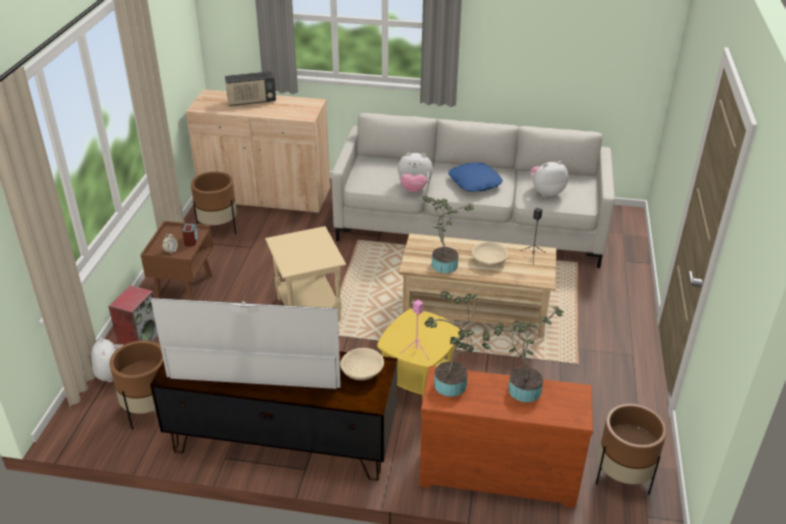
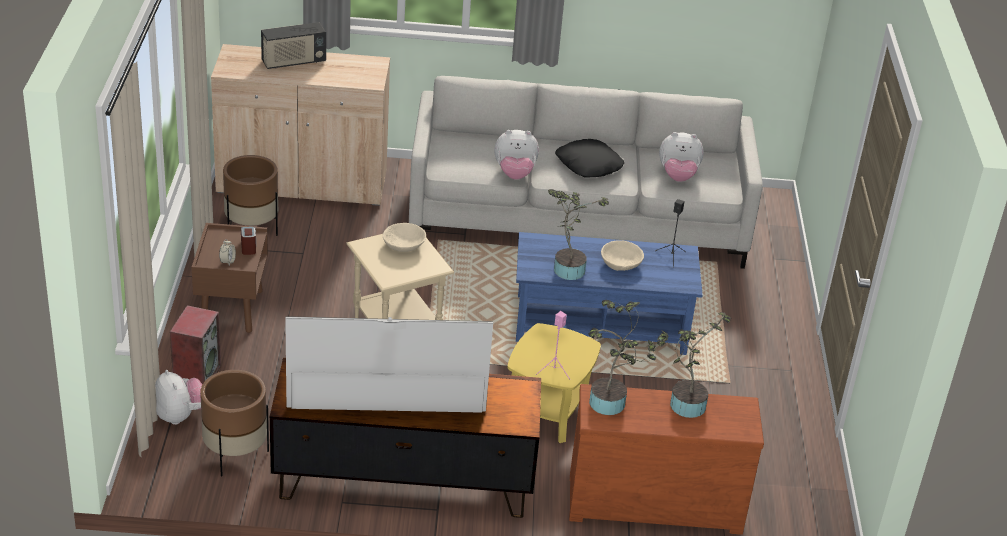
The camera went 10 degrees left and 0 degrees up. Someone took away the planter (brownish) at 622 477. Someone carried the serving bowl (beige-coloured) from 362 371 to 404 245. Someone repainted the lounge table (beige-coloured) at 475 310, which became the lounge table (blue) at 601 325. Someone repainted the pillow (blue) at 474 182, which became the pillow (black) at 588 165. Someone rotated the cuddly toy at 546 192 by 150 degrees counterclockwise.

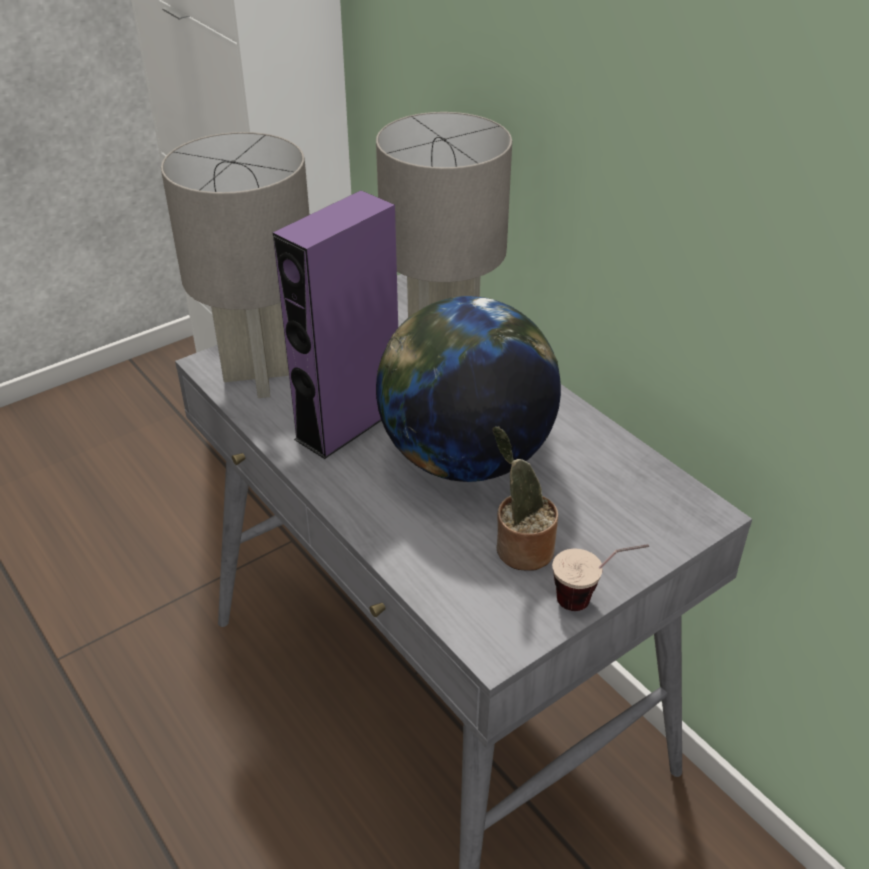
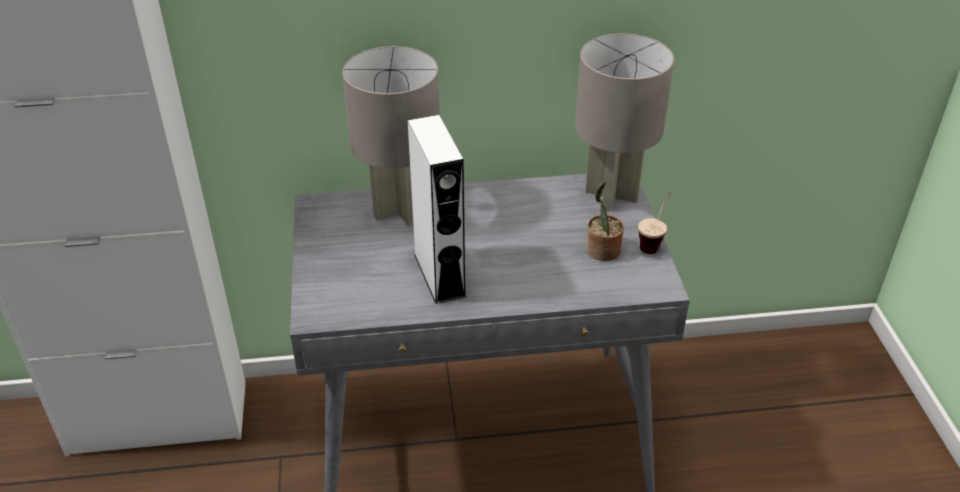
The camera went 60 degrees left and 0 degrees up. Someone took away the globe at 465 459. Someone carried the table lamp (grey) from 263 374 to 611 194. Someone repainted the speaker (purple) at 349 422, which became the speaker (whitish) at 439 275.

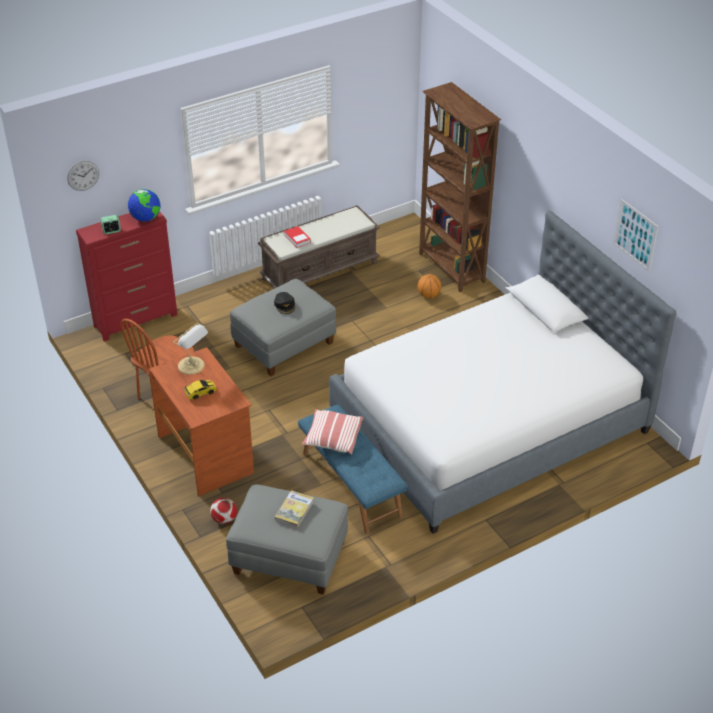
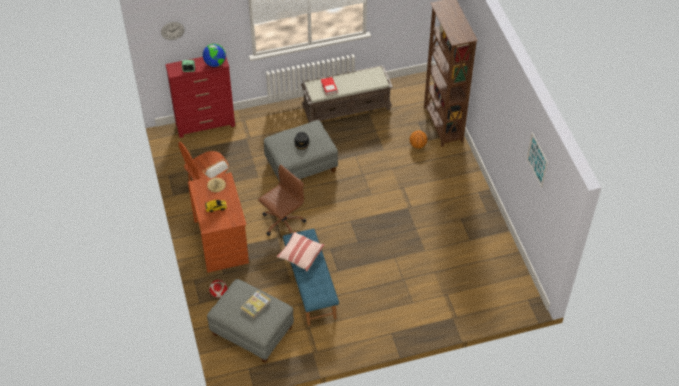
The camera went 15 degrees right and 10 degrees up. Someone took away the bedroom bed at 489 423. Someone put down the office chair (brownish) at 282 223.

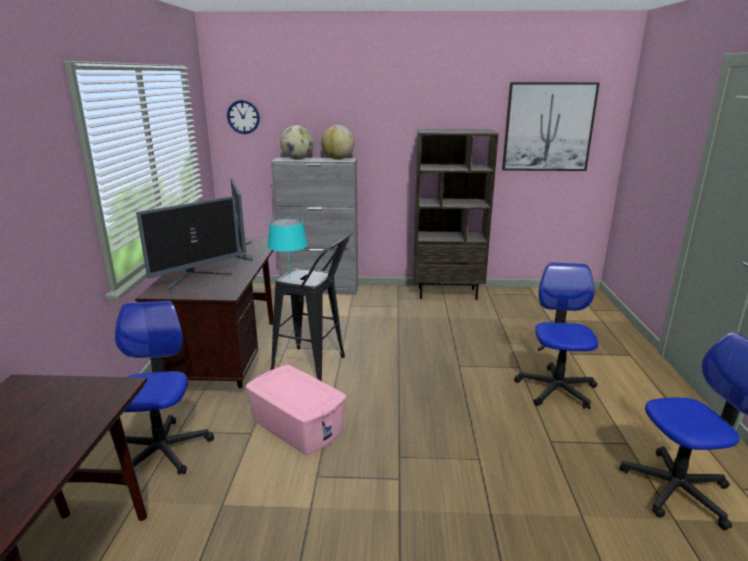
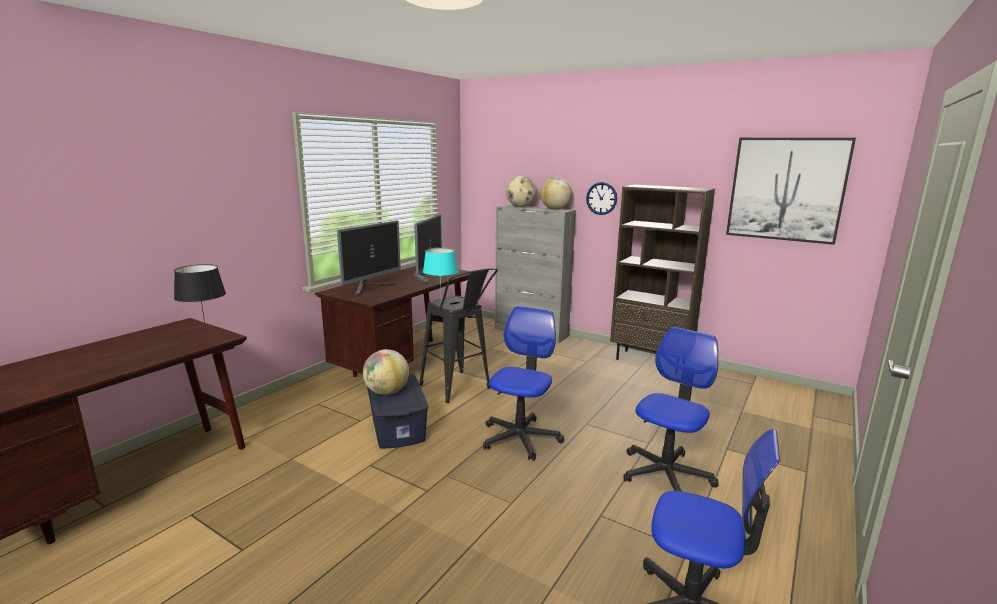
The camera went 30 degrees right and 5 degrees down. Someone put down the table lamp (black) at 205 334. Someone put down the globe at 387 392. Someone carried the office chair from 162 451 to 520 438. Someone carried the wall clock from 243 117 to 601 198. Someone repainted the storage box (pinkish) at 297 425, which became the storage box (blue) at 397 425. Someone rotated the computer display at 196 277 by 45 degrees counterclockwise.

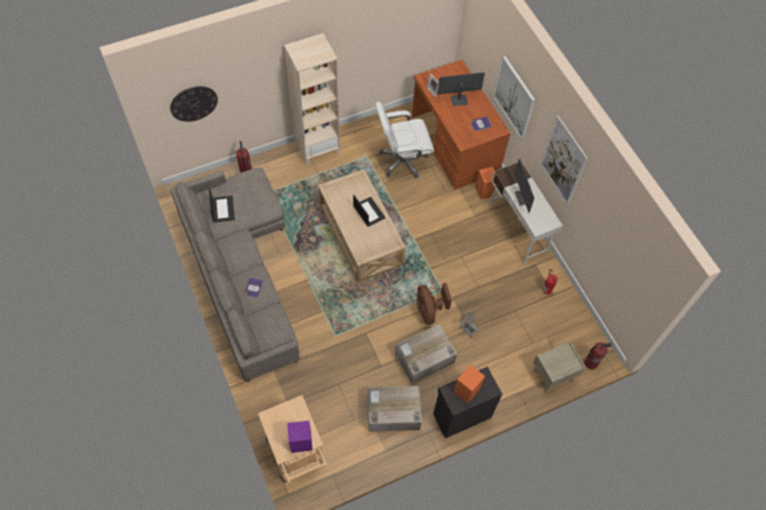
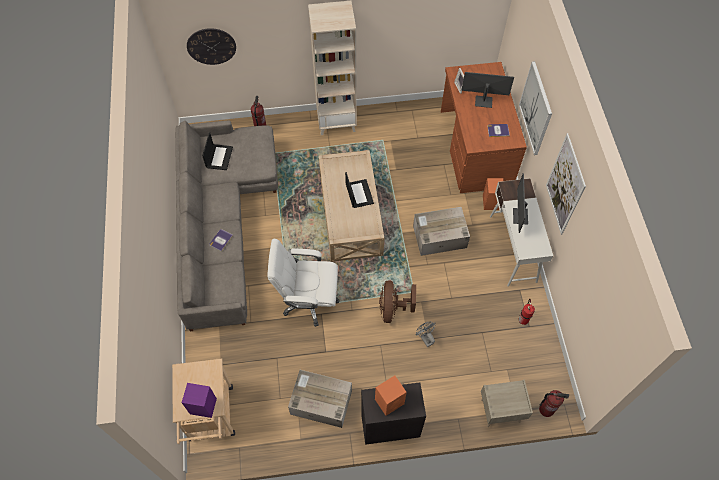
The camera went 20 degrees right and 0 degrees up. Someone carried the office chair (whitish) from 402 160 to 308 300. Someone carried the packing box from 424 358 to 439 237.

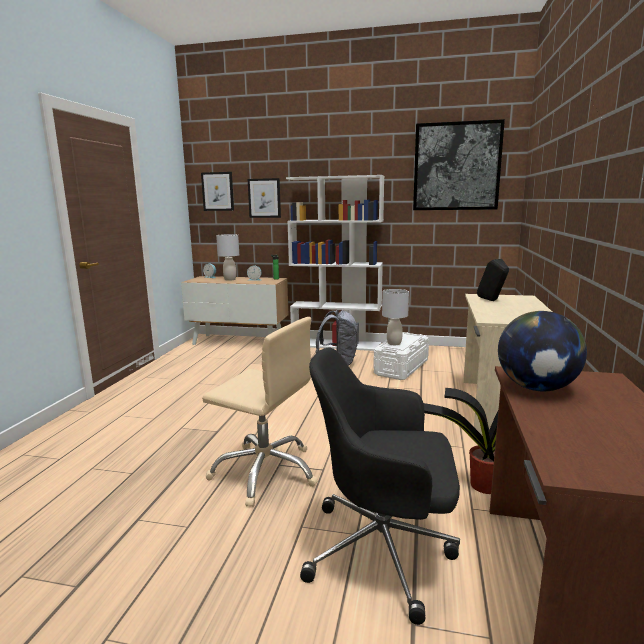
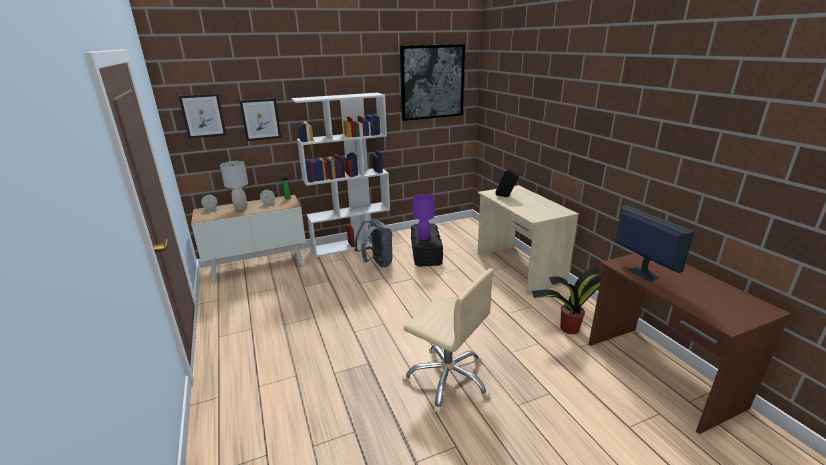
The camera went 35 degrees left and 10 degrees up. Someone took away the office chair (black) at 383 550. Someone swapped the globe at 536 388 for the computer display at 642 273. Someone repainted the storage box (whitish) at 401 367, which became the storage box (black) at 426 253. Someone repainted the table lamp (grey) at 394 343, which became the table lamp (purple) at 424 238. Someone rotated the office chair (beige-coloured) at 265 471 by 45 degrees clockwise.

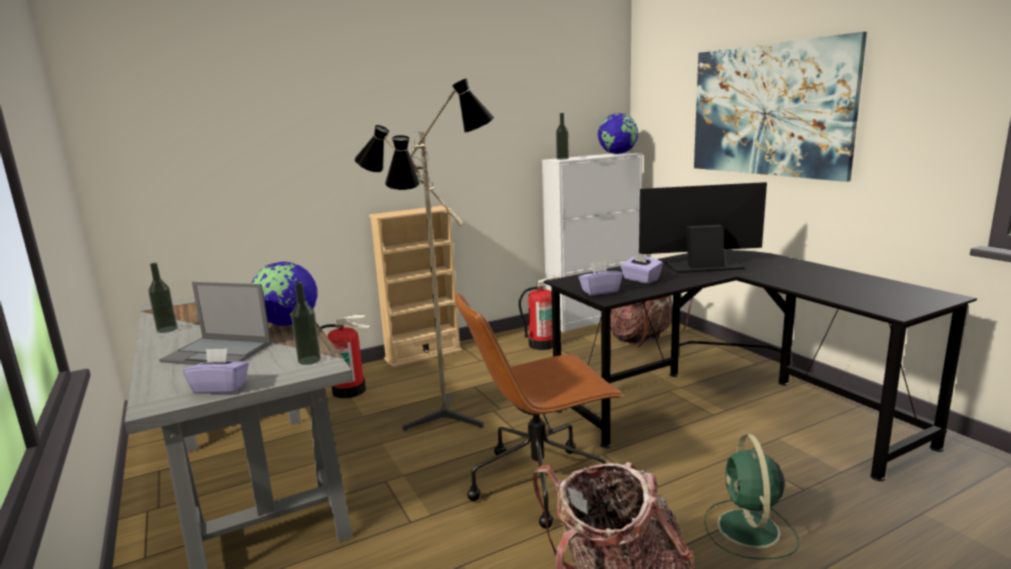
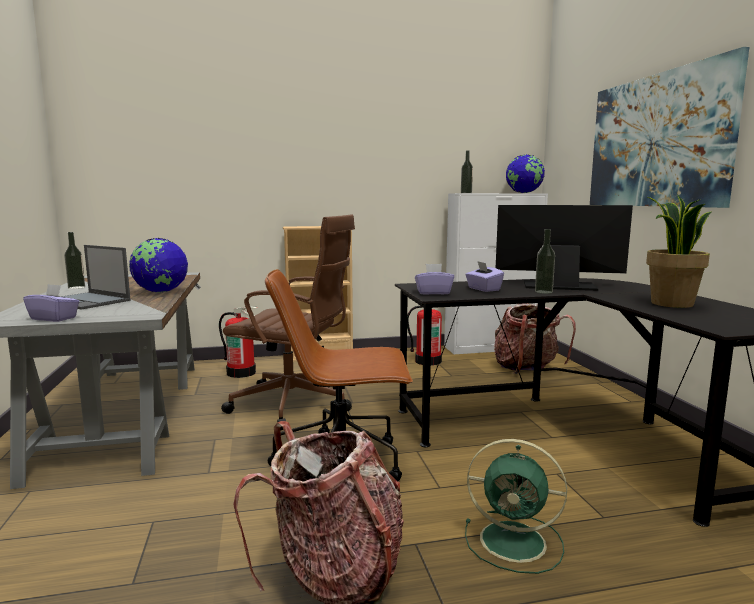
The camera went 15 degrees right and 5 degrees down. Someone put down the potted plant at 671 304. Someone carried the bottle from 309 360 to 543 292. Someone swapped the floor lamp at 440 422 for the office chair (brownish) at 294 405. Someone rotated the cooling fan (green-coloured) at 749 530 by 90 degrees counterclockwise.

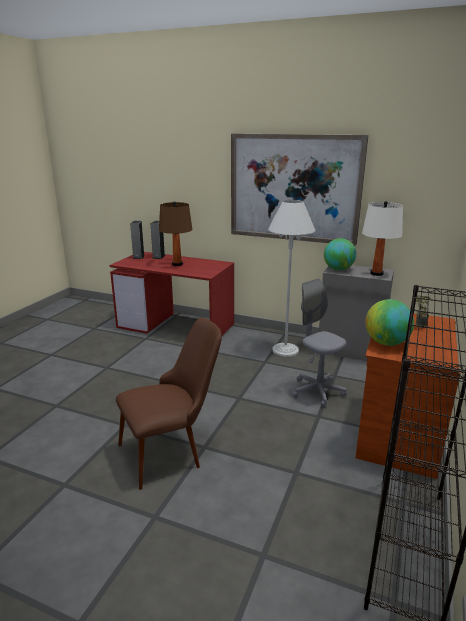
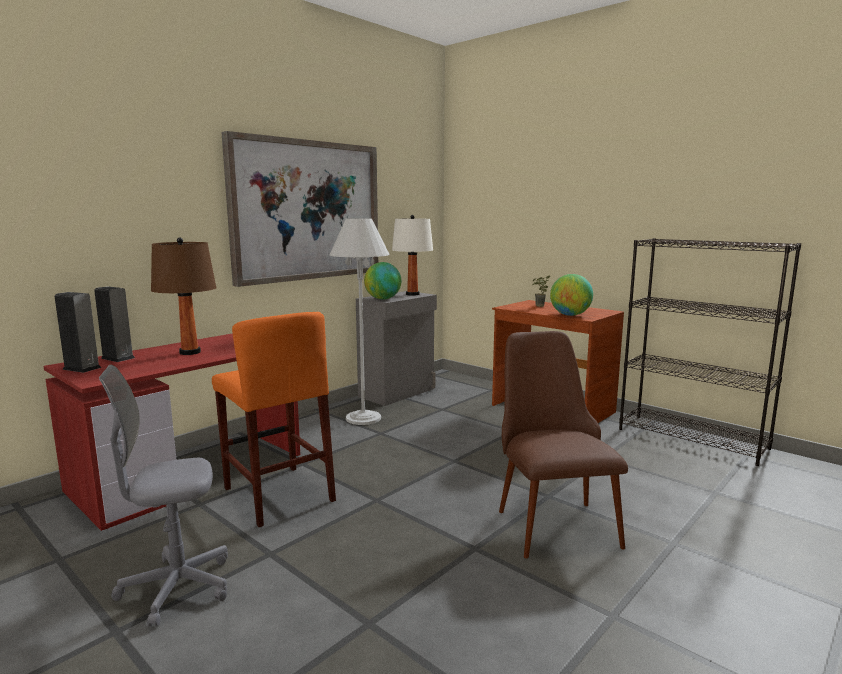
The camera went 70 degrees left and 10 degrees down. Someone put down the stool seat (orangey) at 278 494. Someone carried the office chair (grey) from 317 392 to 177 588.

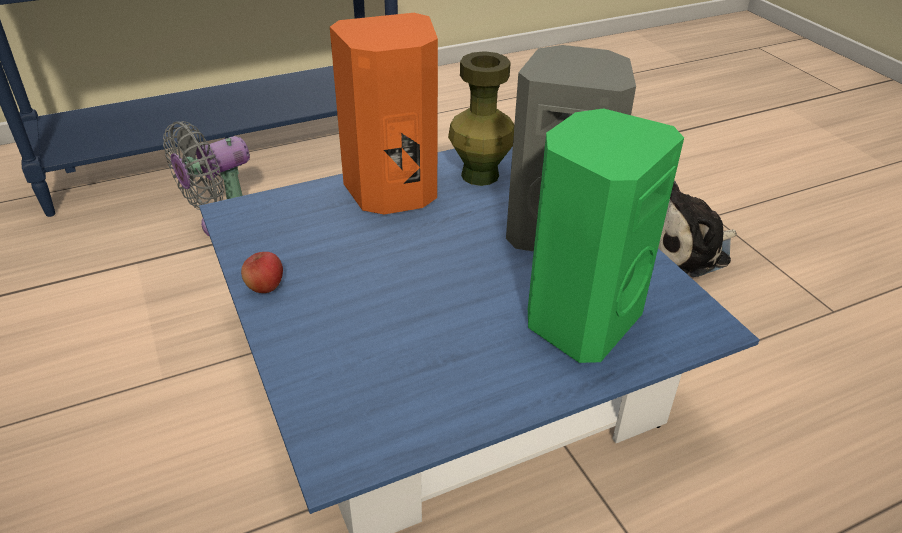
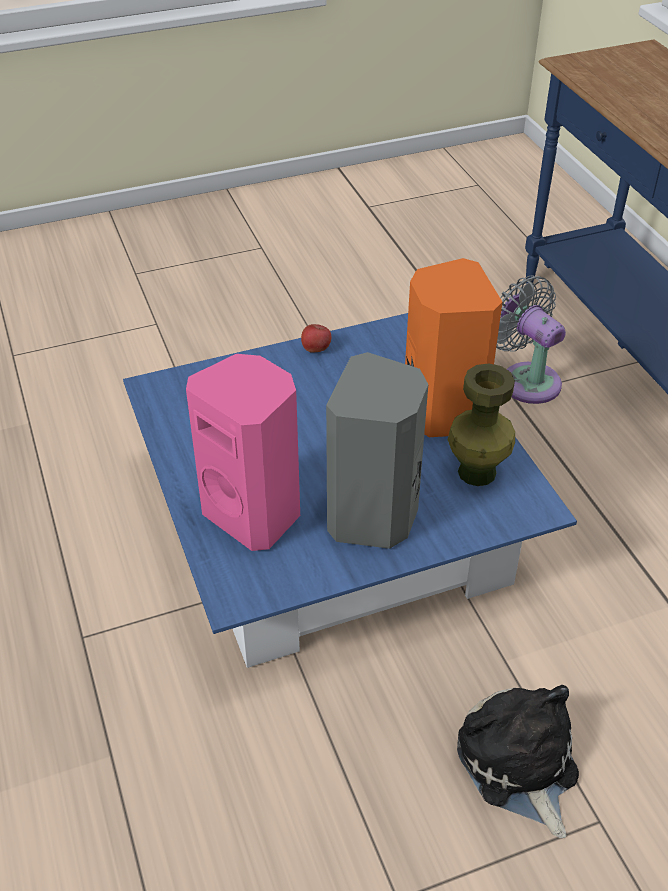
The camera went 95 degrees right and 5 degrees up. Someone repainted the speaker (green-coloured) at 579 320, which became the speaker (pinkish) at 255 514.

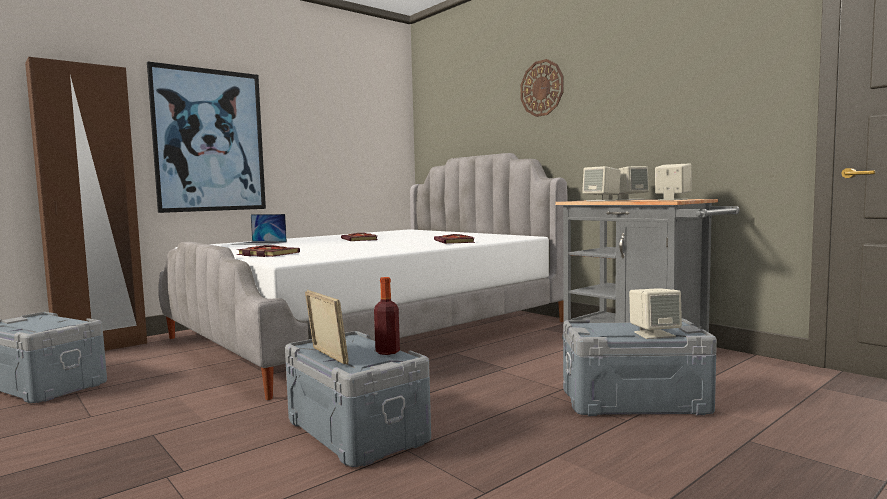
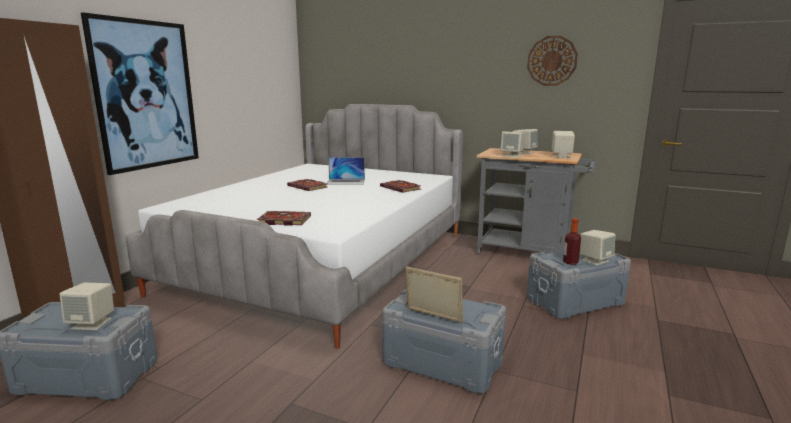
The camera went 25 degrees left and 10 degrees up. Someone put down the speaker (beige-coloured) at 92 323. Someone carried the notebook computer from 259 243 to 346 182. Someone carried the bottle from 387 352 to 570 262. Someone carried the wall clock from 542 88 to 552 61.

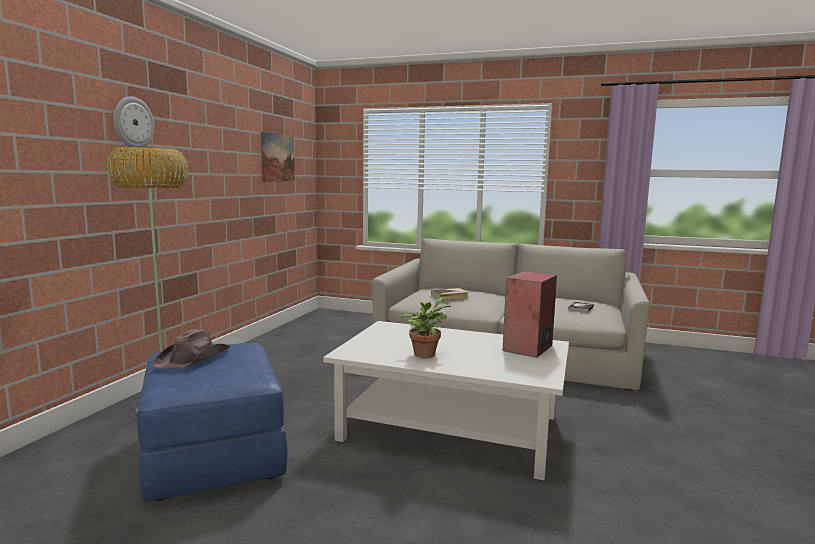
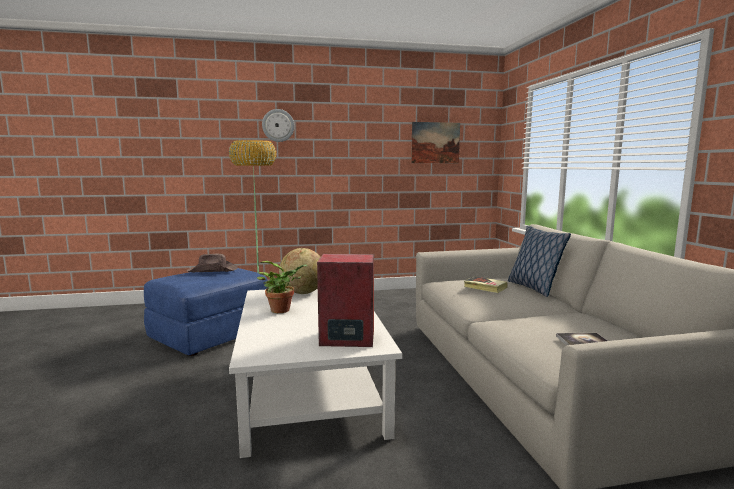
The camera went 60 degrees right and 0 degrees up. Someone put down the globe at 302 292. Someone put down the pillow at 533 288.

